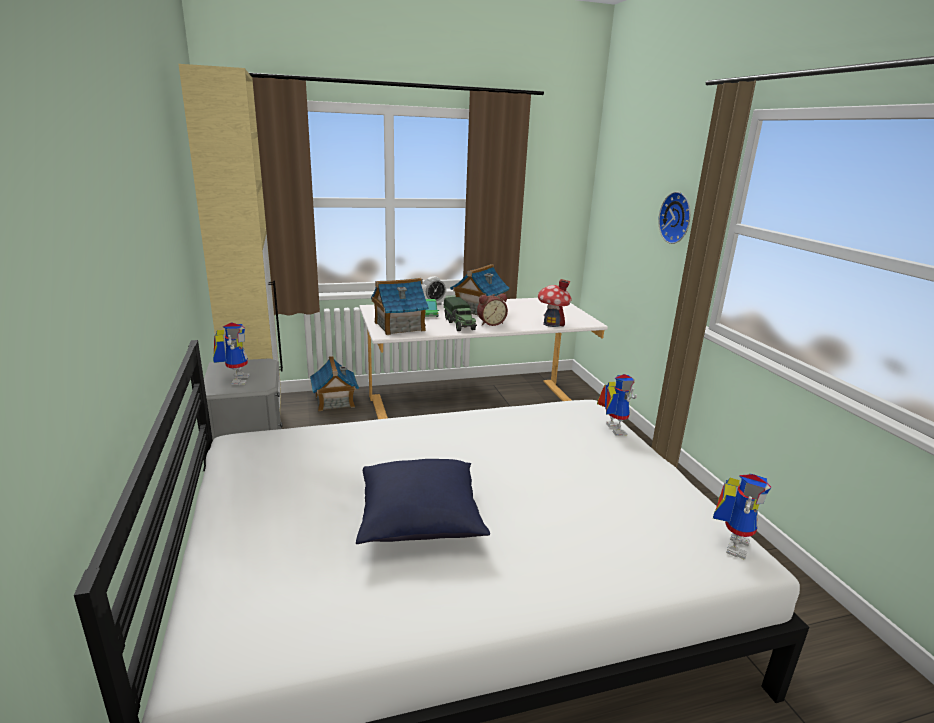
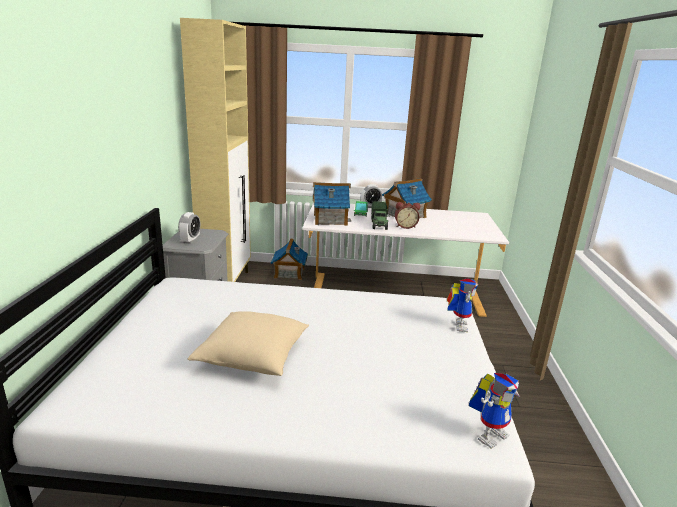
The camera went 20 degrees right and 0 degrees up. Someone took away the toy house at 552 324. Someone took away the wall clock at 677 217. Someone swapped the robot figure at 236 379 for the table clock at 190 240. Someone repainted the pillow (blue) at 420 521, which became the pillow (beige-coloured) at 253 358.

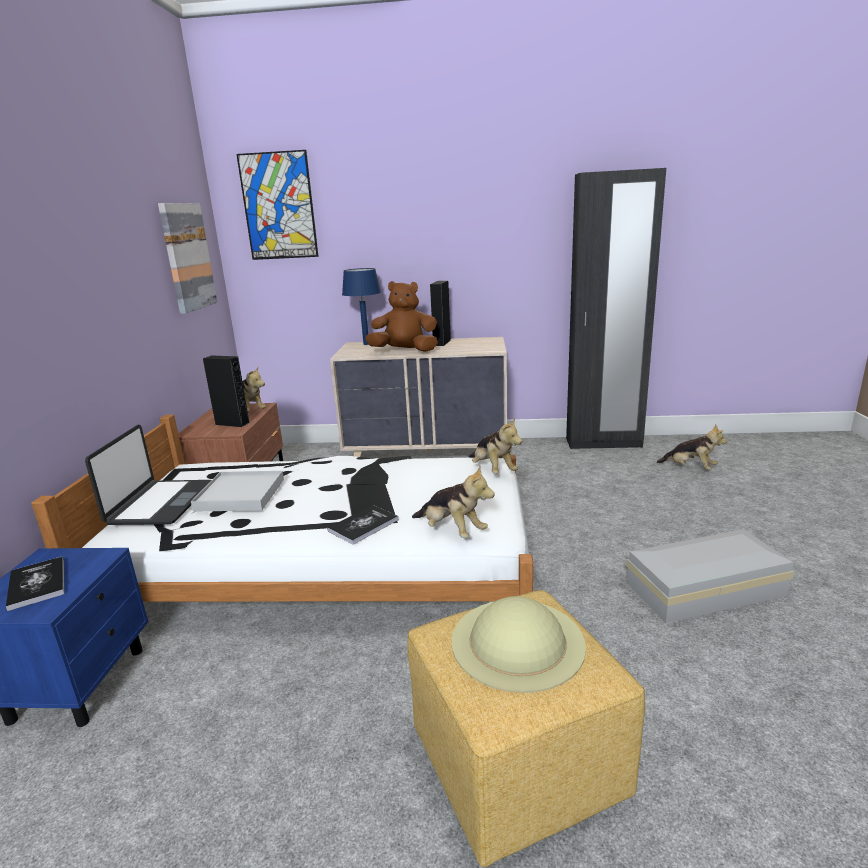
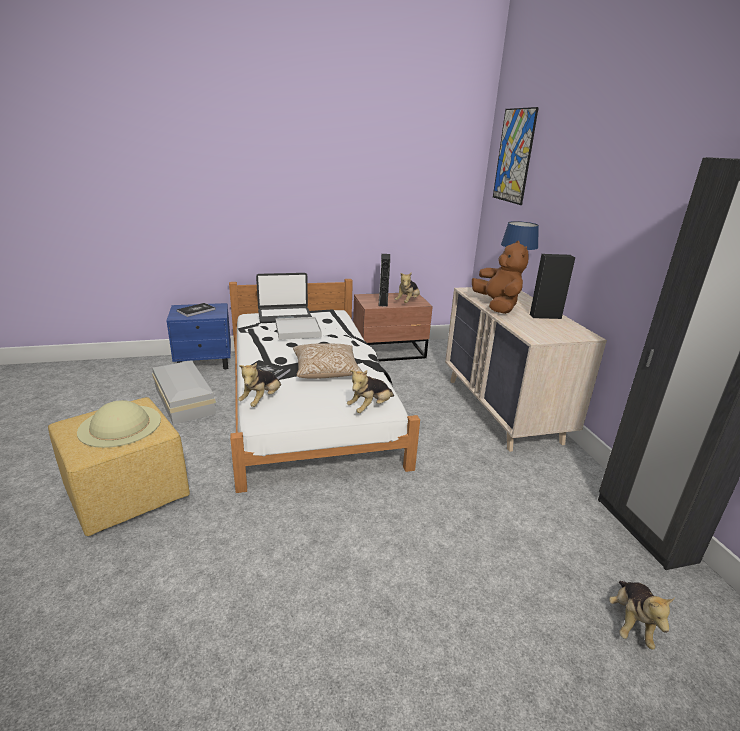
The camera went 70 degrees right and 5 degrees up. Someone took away the wall art at 187 257. Someone put down the pillow at 326 371. Someone carried the storage box (whitish) from 701 588 to 185 399.

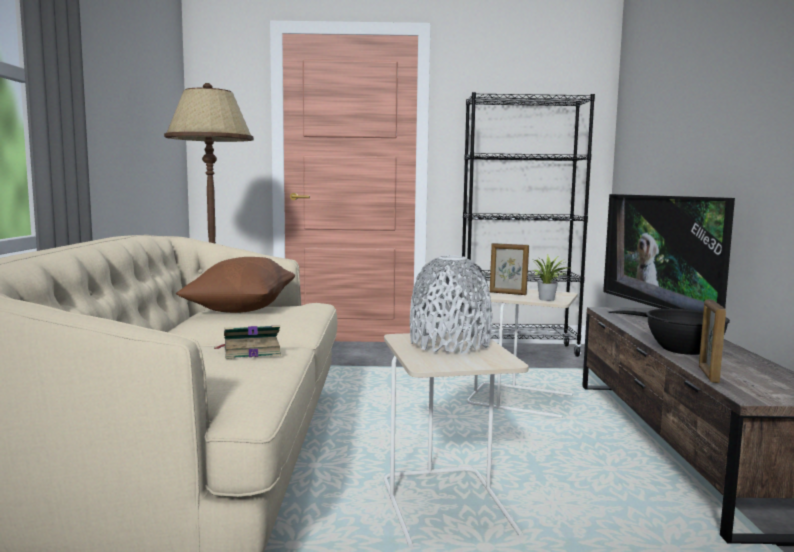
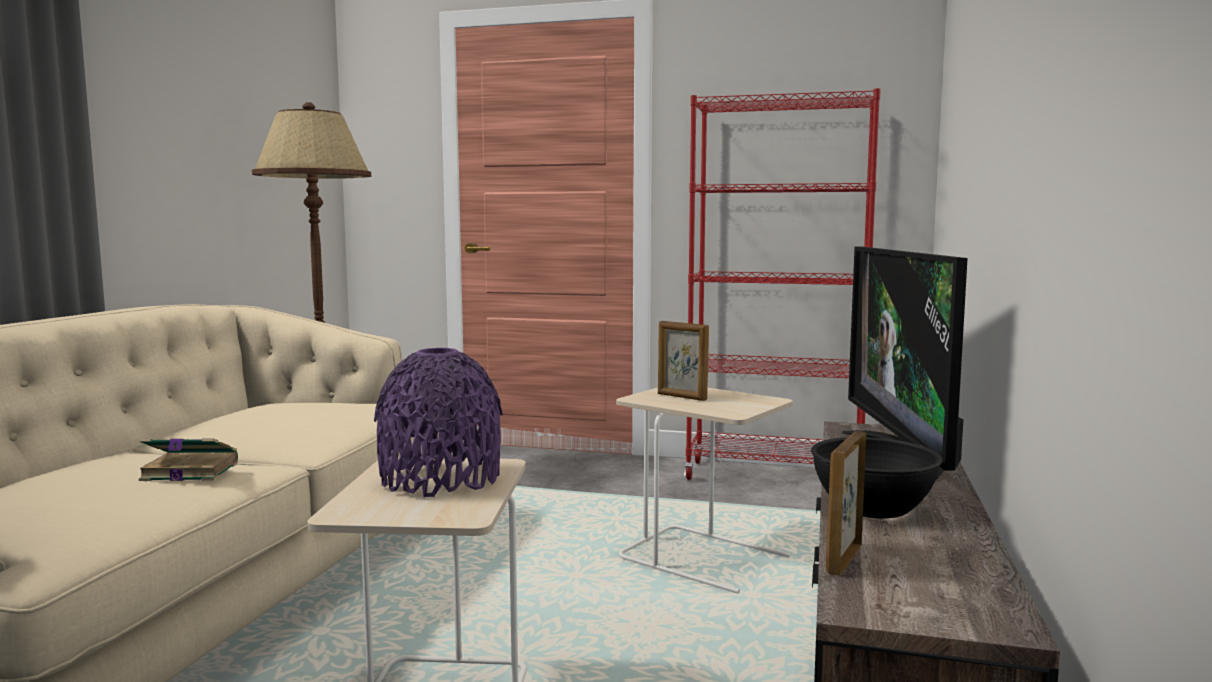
The camera went 15 degrees right and 0 degrees up. Someone took away the pillow (brownish) at 240 310. Someone took away the potted plant at 548 299. Someone repainted the flower vase (grey) at 449 344, which became the flower vase (purple) at 441 479. Someone repainted the bookcase (black) at 517 350, which became the bookcase (red) at 774 477.

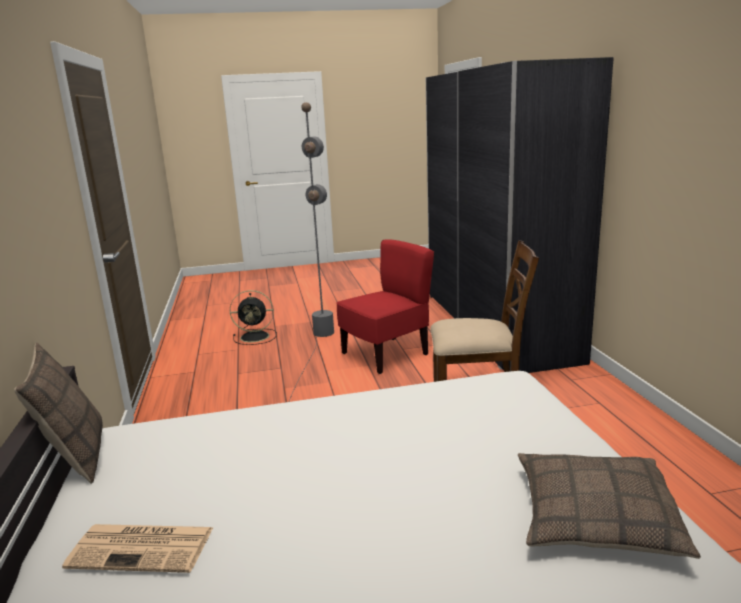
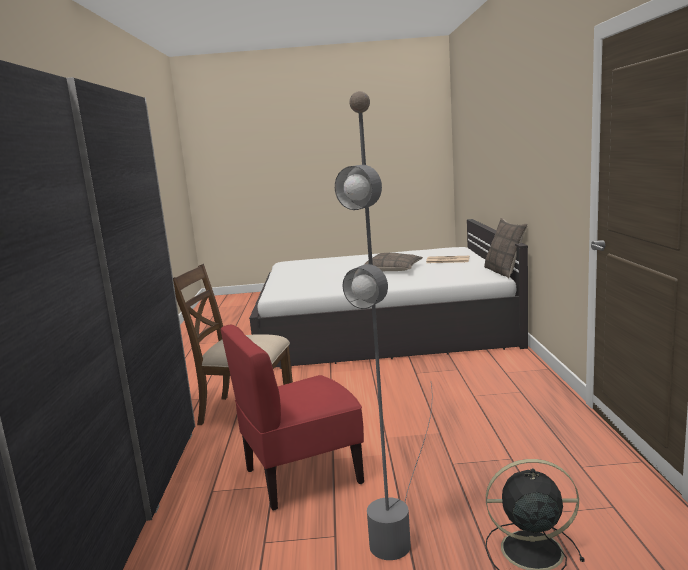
The camera went 170 degrees left and 5 degrees down. Someone carried the pillow from 594 517 to 393 269.

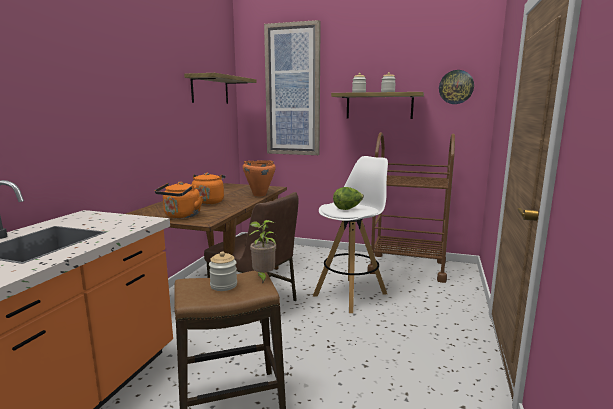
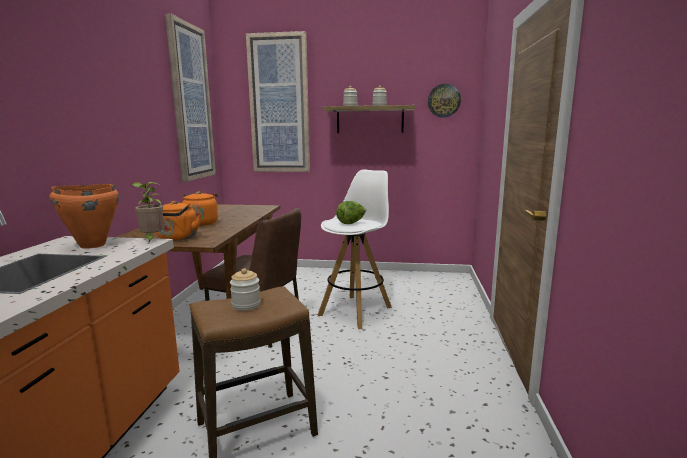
The camera went 10 degrees left and 0 degrees up. Someone took away the cart (brownish) at 407 267. Someone carried the stockpot (orangey) from 259 195 to 92 245. Someone carried the potted plant from 263 277 to 152 239. Someone swapped the wall shelf at 210 90 for the wall art at 191 103.

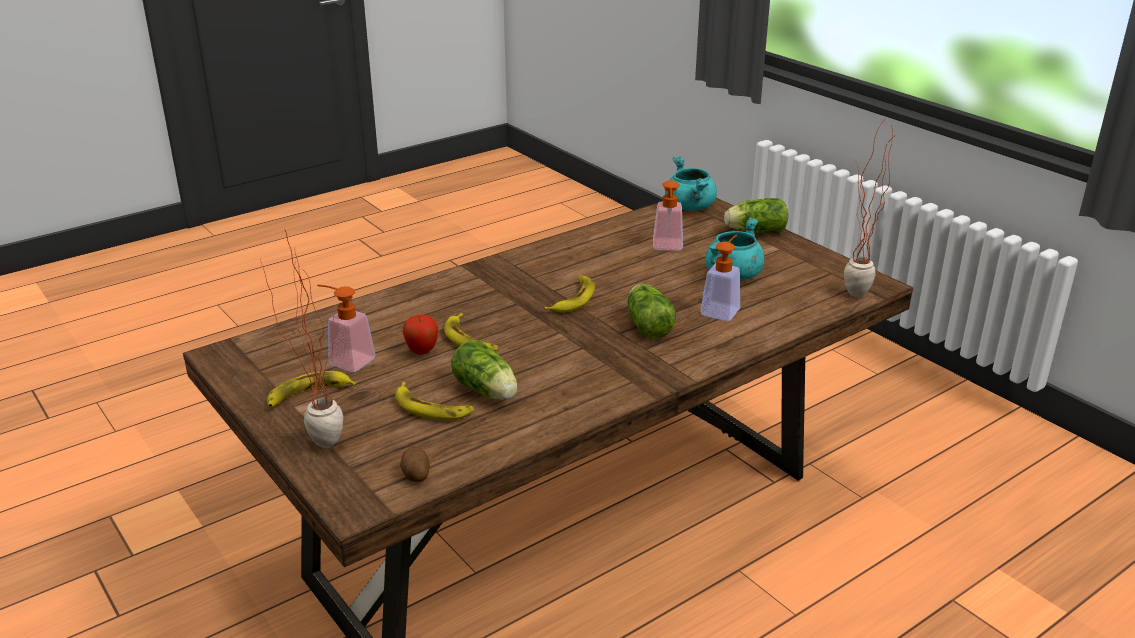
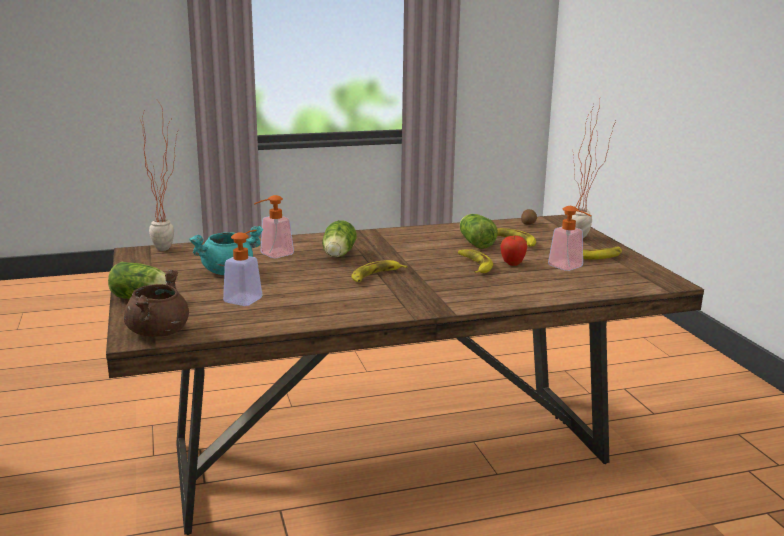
The camera went 160 degrees left and 10 degrees down. Someone repainted the stockpot (turquoise) at 690 208, which became the stockpot (brownish) at 158 331.

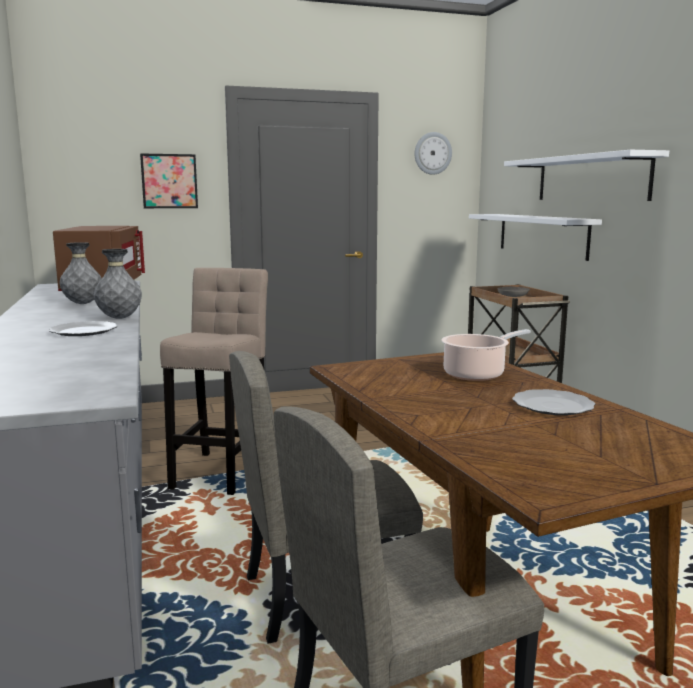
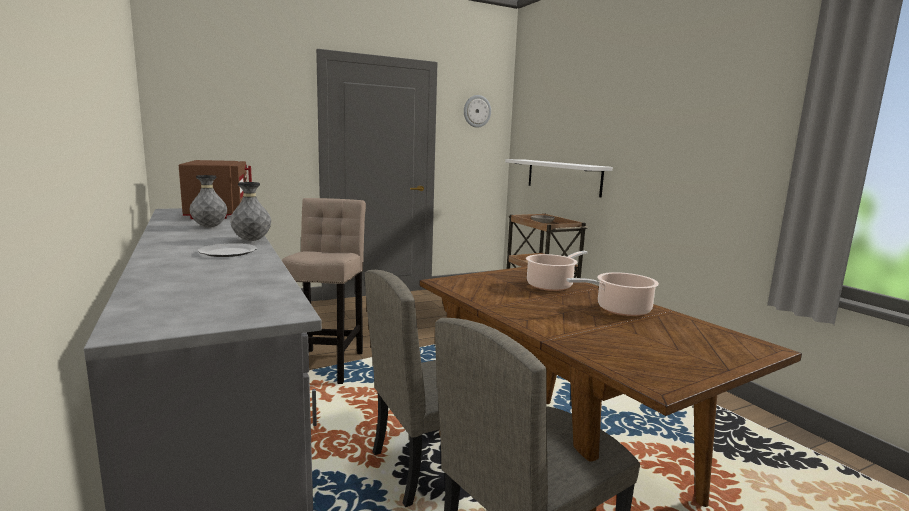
The camera went 10 degrees left and 0 degrees up. Someone took away the wall art at 169 181. Someone took away the wall shelf (whitish) at 591 178. Someone swapped the dinner plate at 551 405 for the stockpot at 620 310.

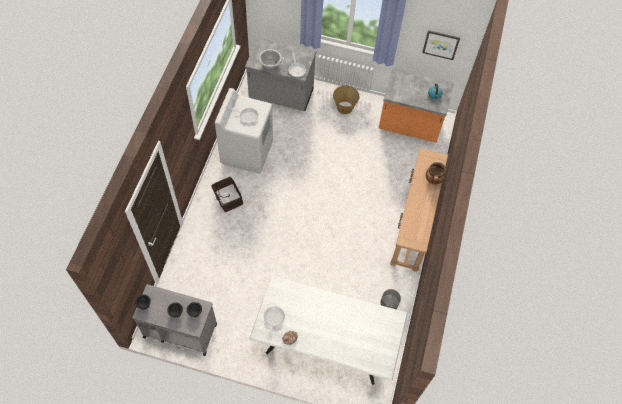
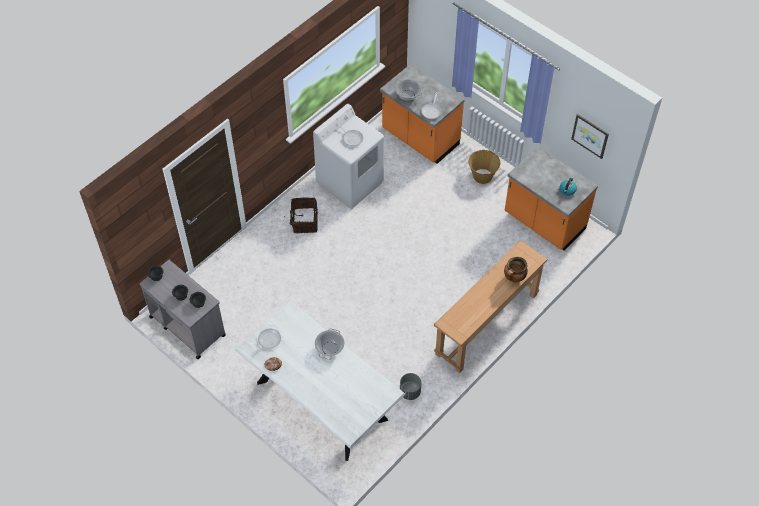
The camera went 30 degrees right and 5 degrees down. Someone put down the stockpot at 330 349. Someone repainted the kitchen counter (grey) at 281 95, which became the kitchen counter (orangey) at 420 138.

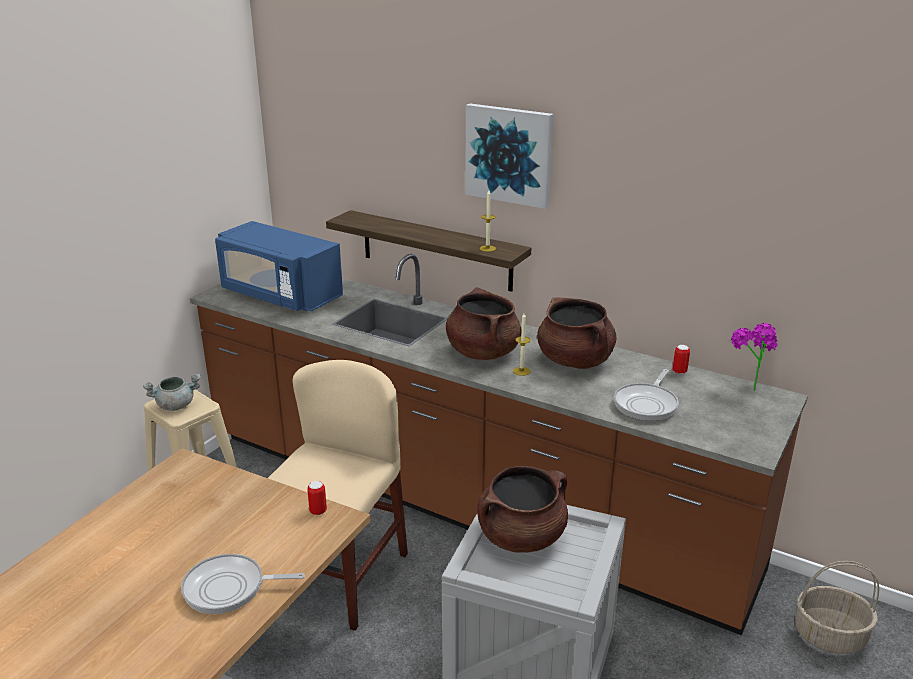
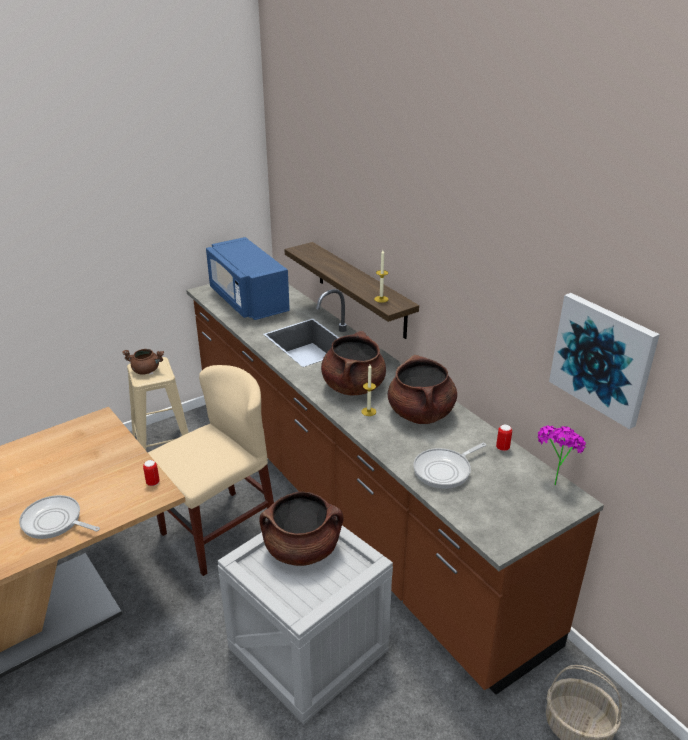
The camera went 25 degrees right and 5 degrees up. Someone carried the wall art from 509 155 to 602 358. Someone repainted the stockpot (grey) at 176 405, which became the stockpot (brownish) at 146 370.

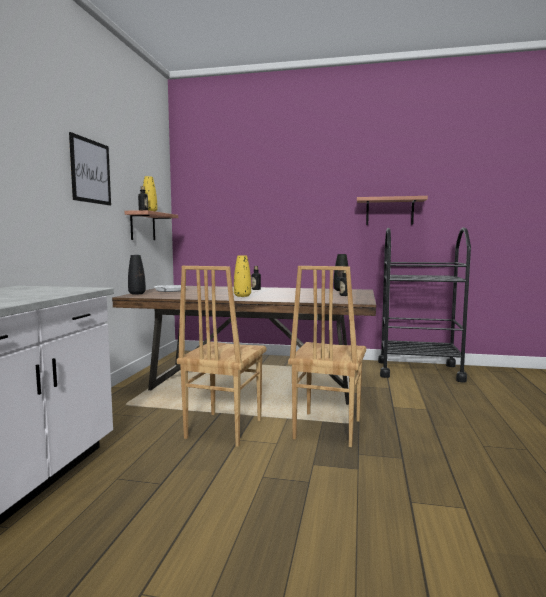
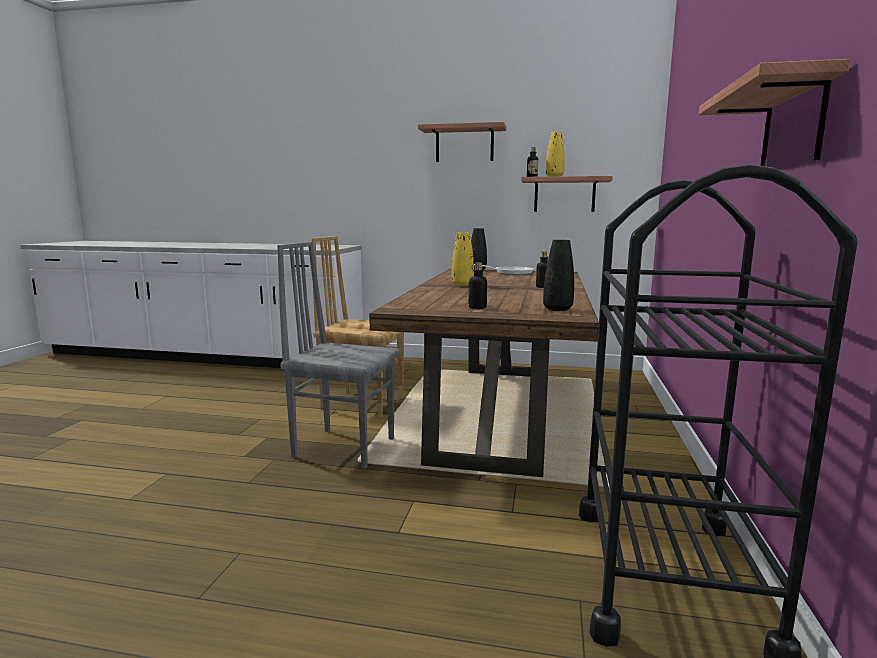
The camera went 90 degrees right and 5 degrees up. Someone swapped the wall art at 90 171 for the wall shelf at 464 144. Someone repainted the chair (brownish) at 326 429, which became the chair (grey) at 344 447.

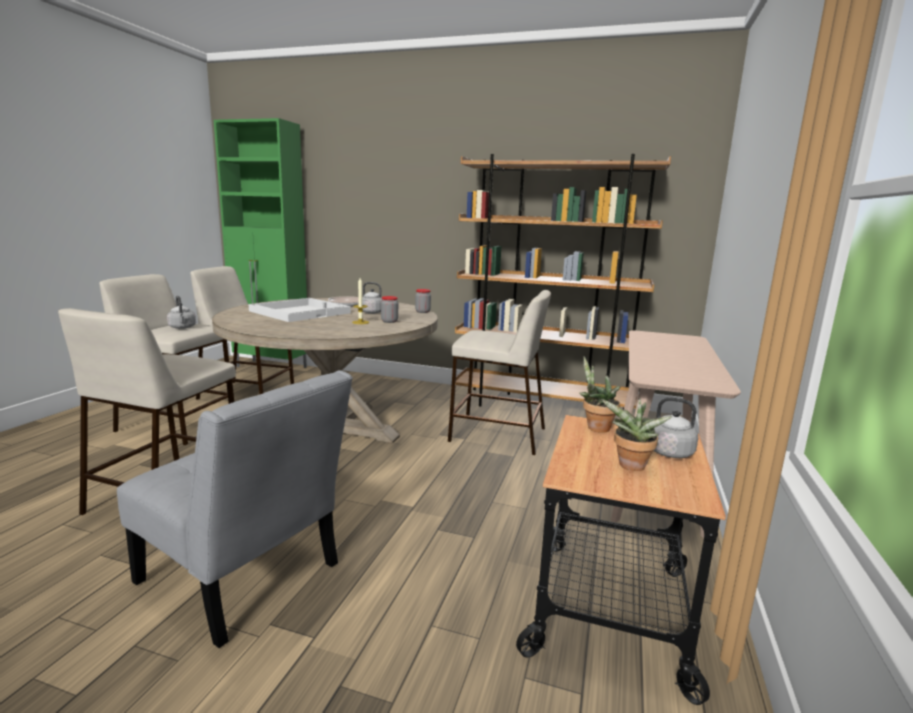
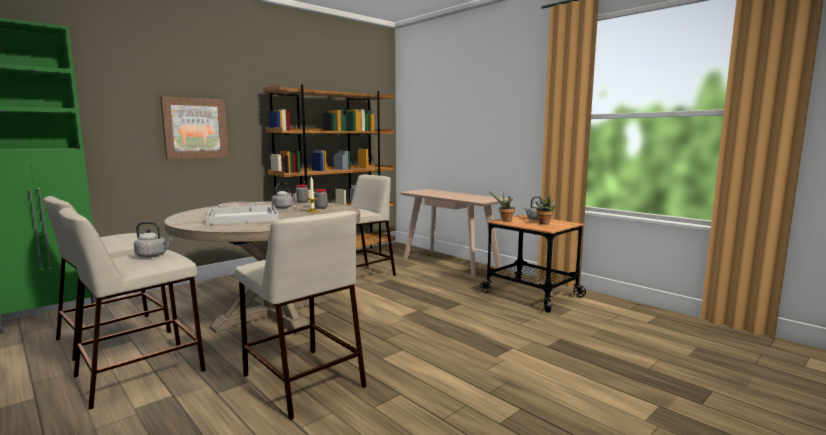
The camera went 60 degrees left and 5 degrees down. Someone took away the chair (grey) at 245 578. Someone put up the wall art at 195 128.

